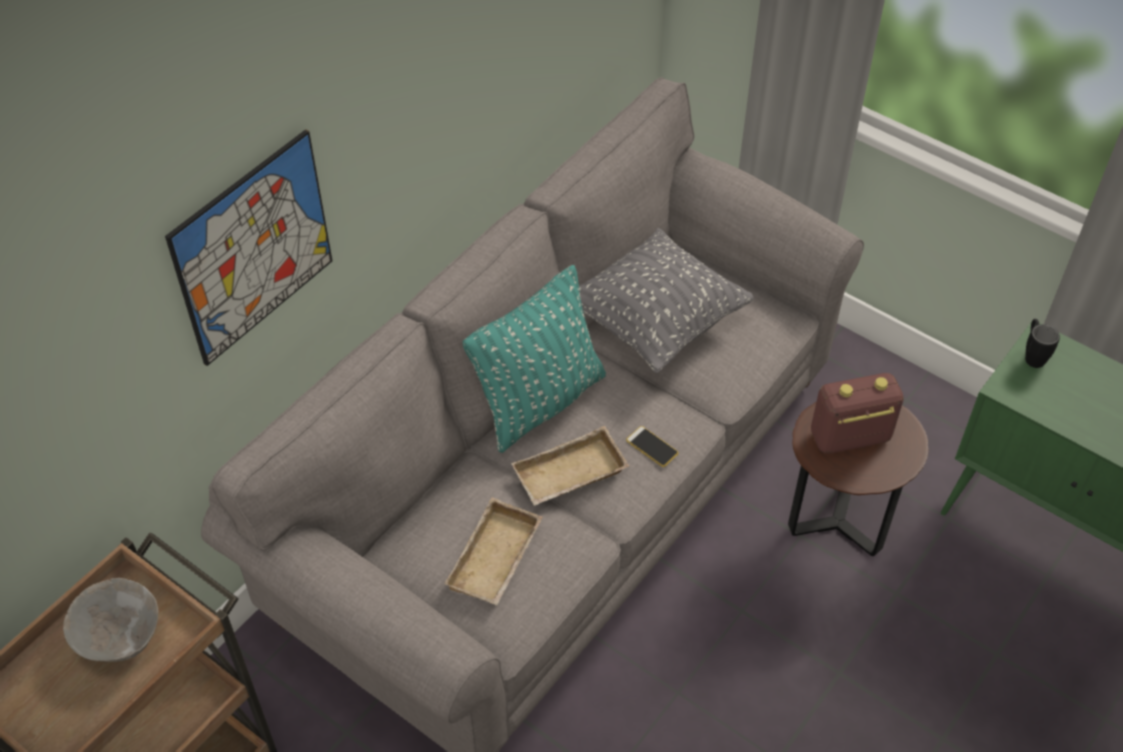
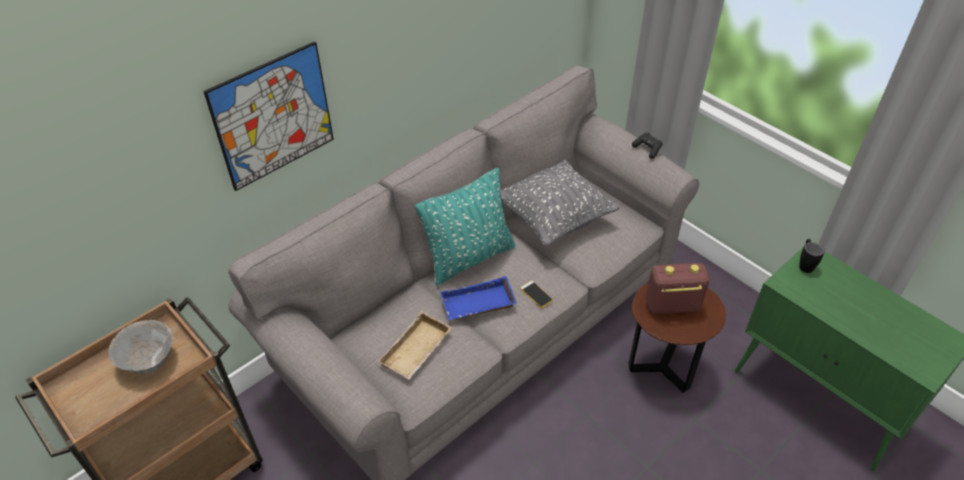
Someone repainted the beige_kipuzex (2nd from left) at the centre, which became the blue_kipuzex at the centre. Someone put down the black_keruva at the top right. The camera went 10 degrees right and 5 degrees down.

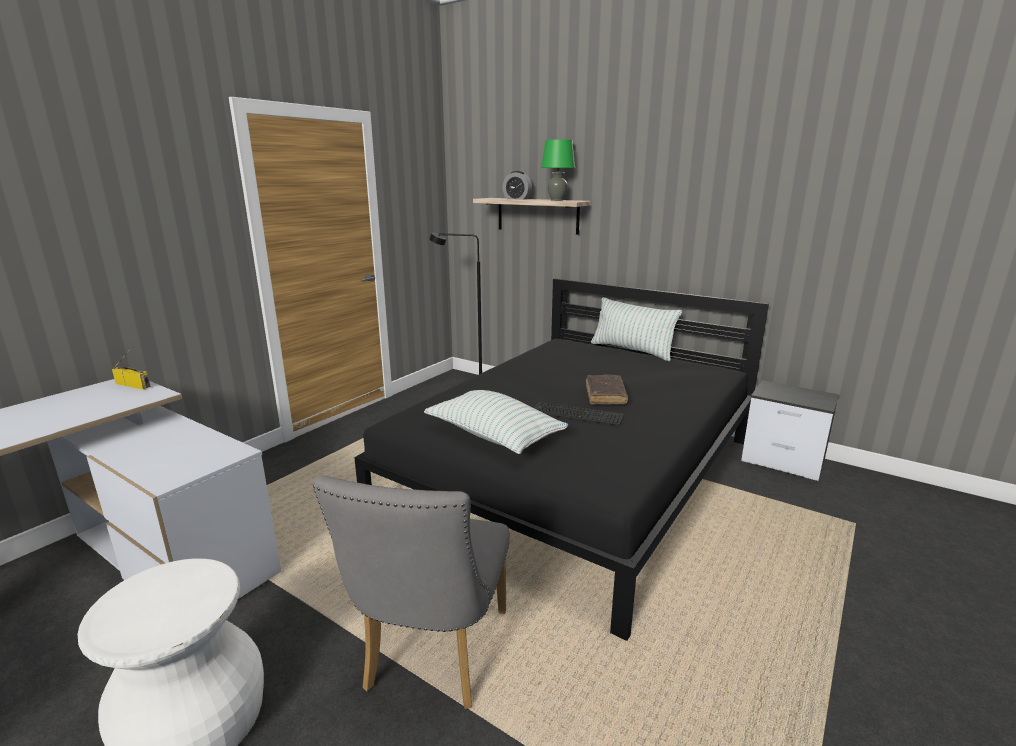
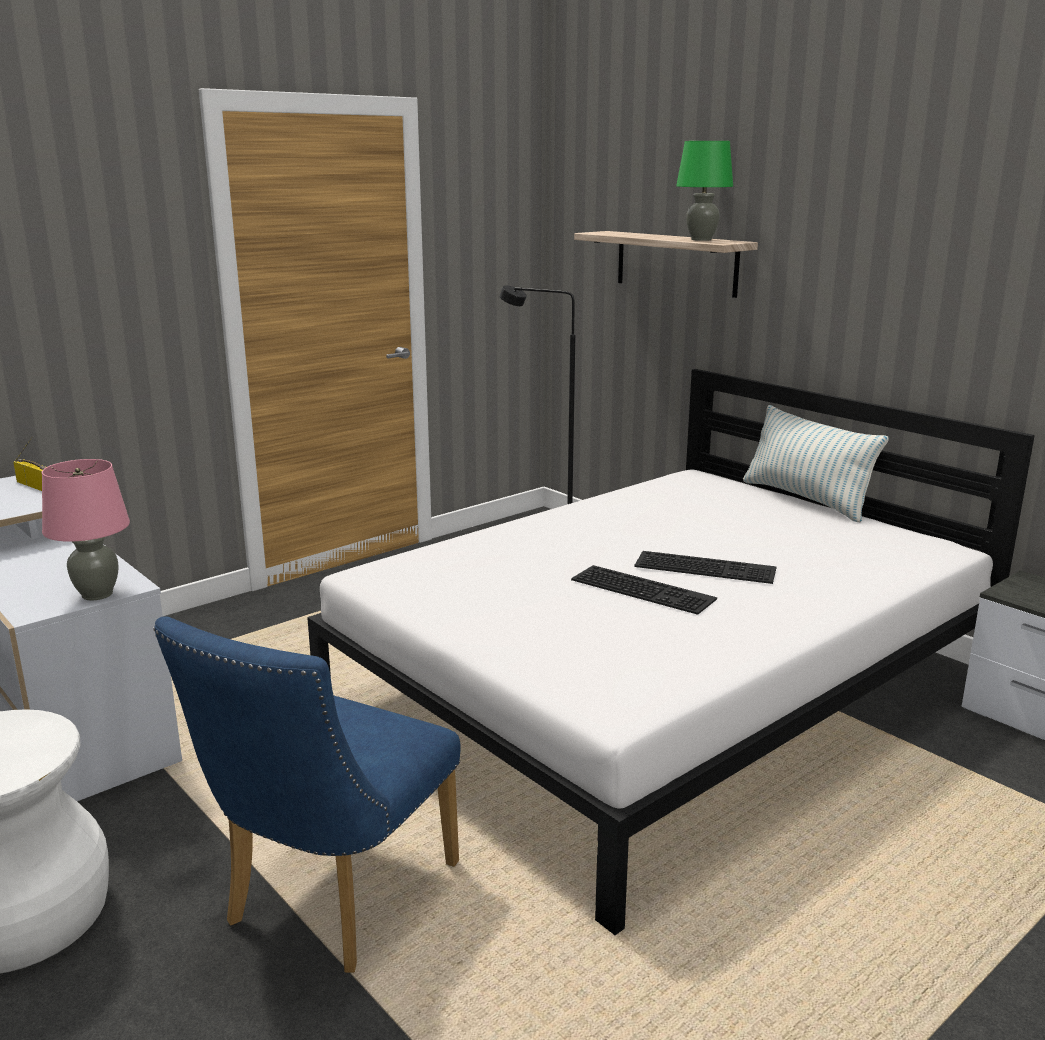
Someone put down the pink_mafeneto at the middle left. Someone repainted the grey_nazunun at the bottom centre, which became the blue_nazunun at the bottom left. Someone repainted the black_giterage at the centre, which became the white_giterage at the centre. Someone swapped the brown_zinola at the centre for the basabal (2nd from left) at the middle right. Someone took away the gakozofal (1st from left) at the centre. Someone took away the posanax at the top centre. The camera went 15 degrees right and 0 degrees up.

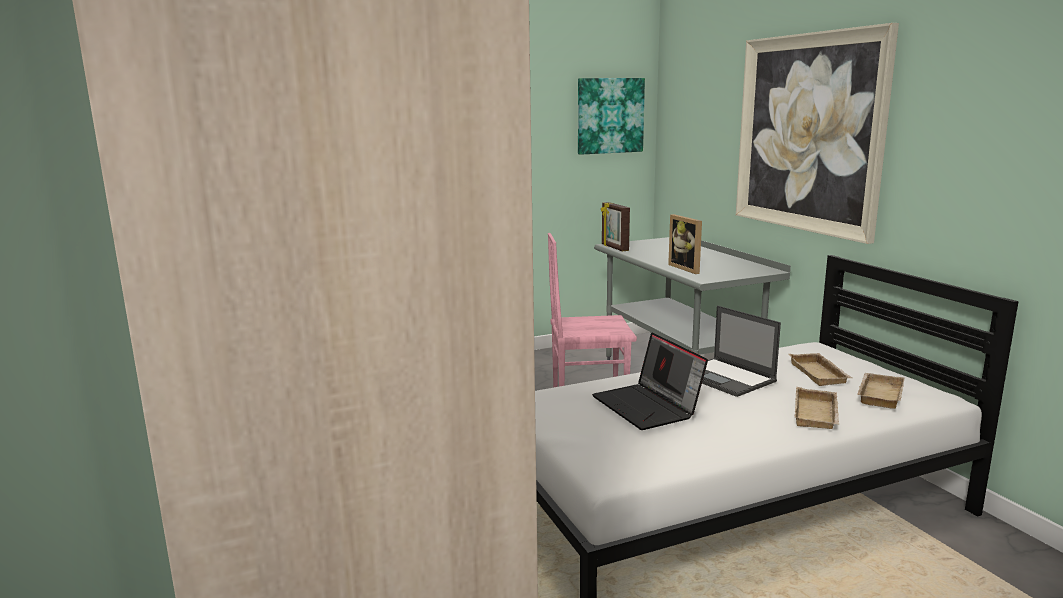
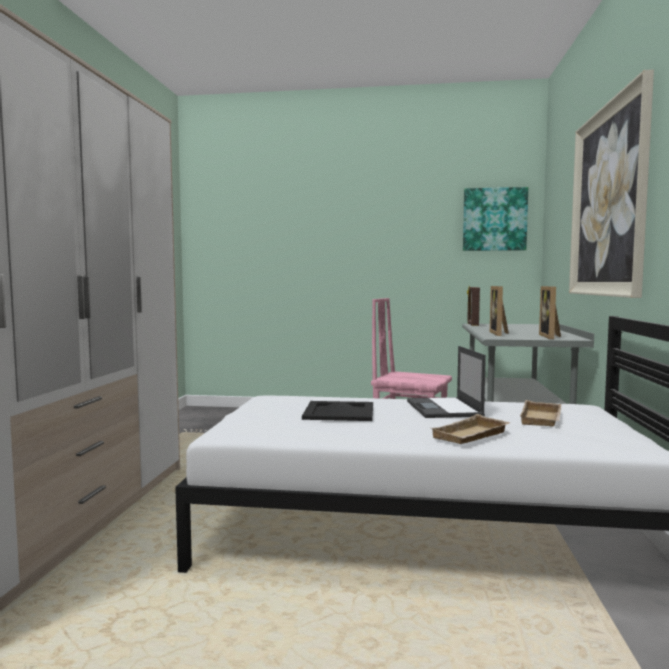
Someone swapped the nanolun (1st from left) at the centre for the black_kipuzex at the centre. Someone put down the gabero (3rd from left) at the middle right. Someone took away the beige_kipuzex (3rd from left) at the middle right. The camera went 30 degrees right and 10 degrees down.

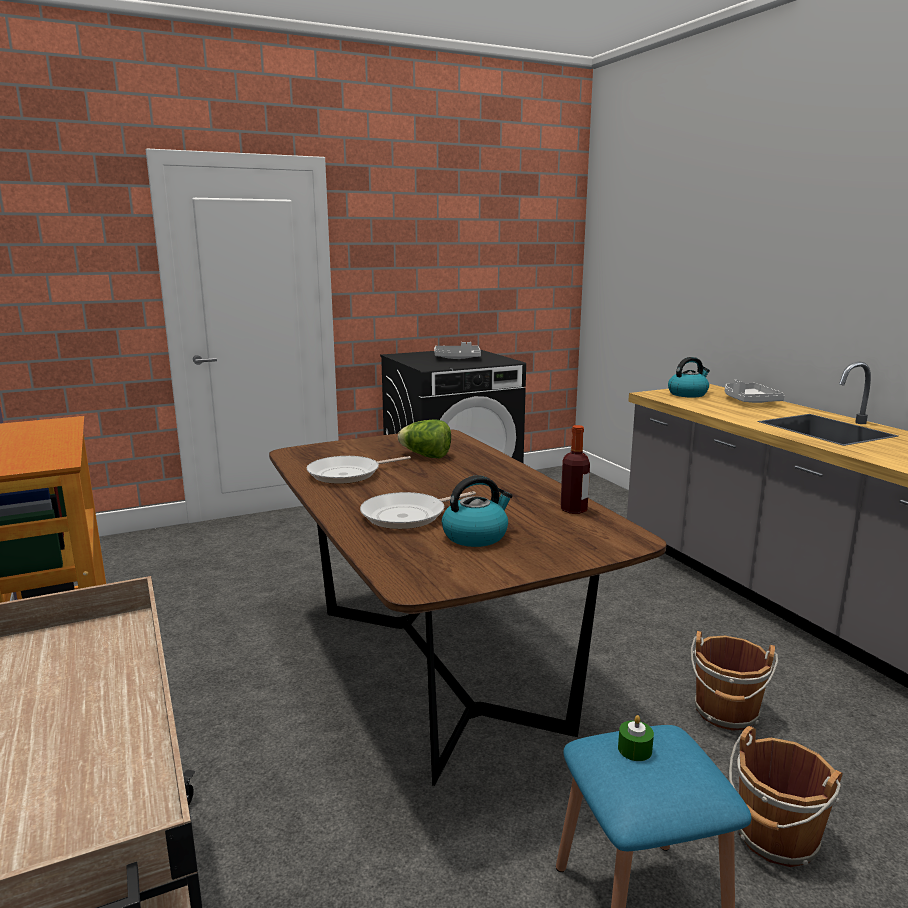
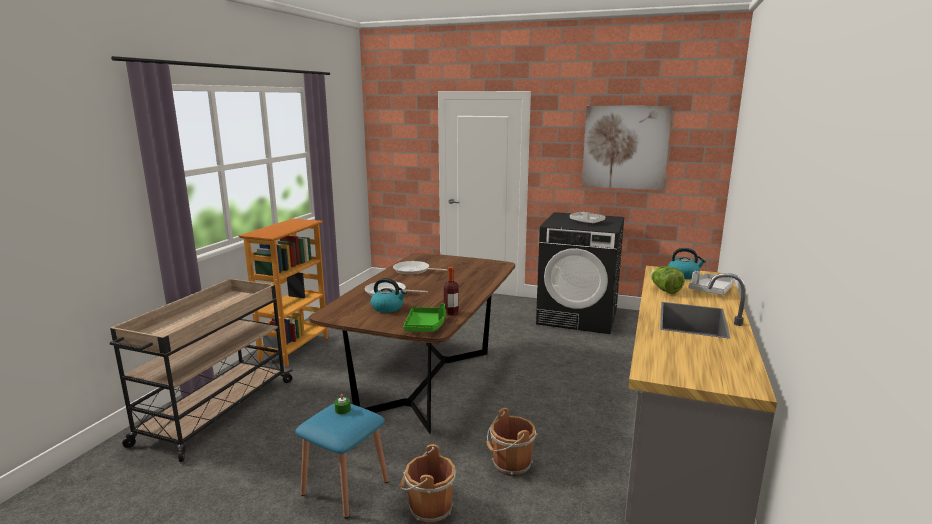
Someone put down the green_kipuzex at the centre. Someone put up the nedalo at the top right. Someone carried the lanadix from the centre to the middle right. The camera went 45 degrees right and 0 degrees up.

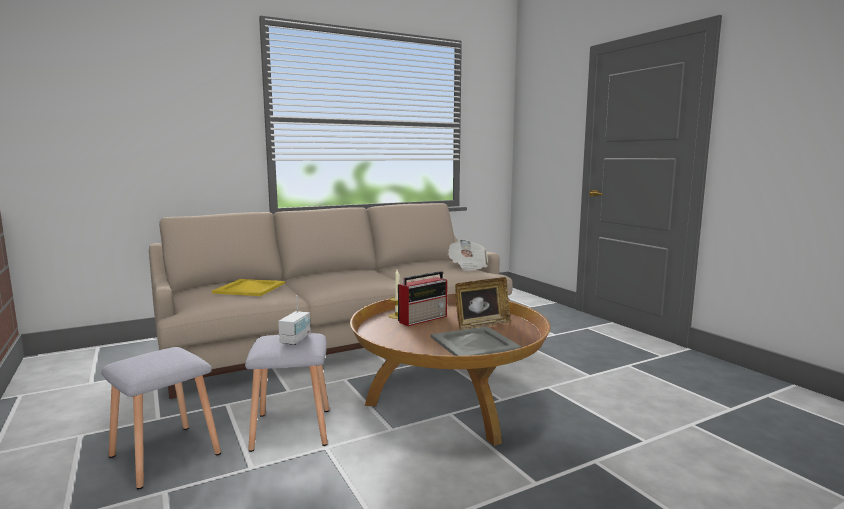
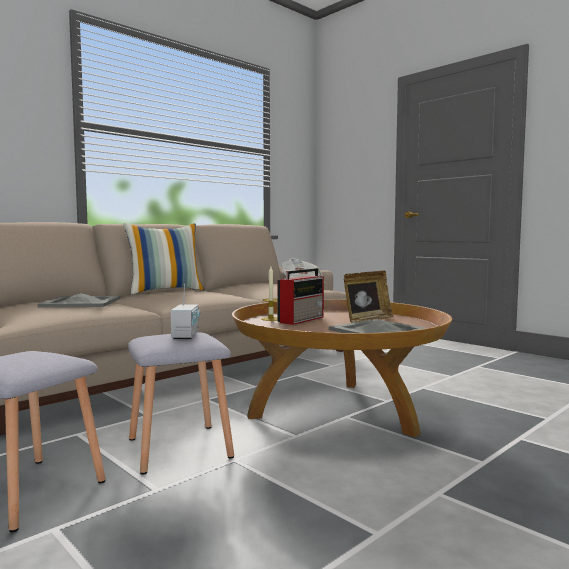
Someone repainted the yellow_kipuzex at the middle left, which became the grey_kipuzex (1st from left) at the middle left. Someone put down the gakozofal at the middle left. The camera went 15 degrees left and 5 degrees down.

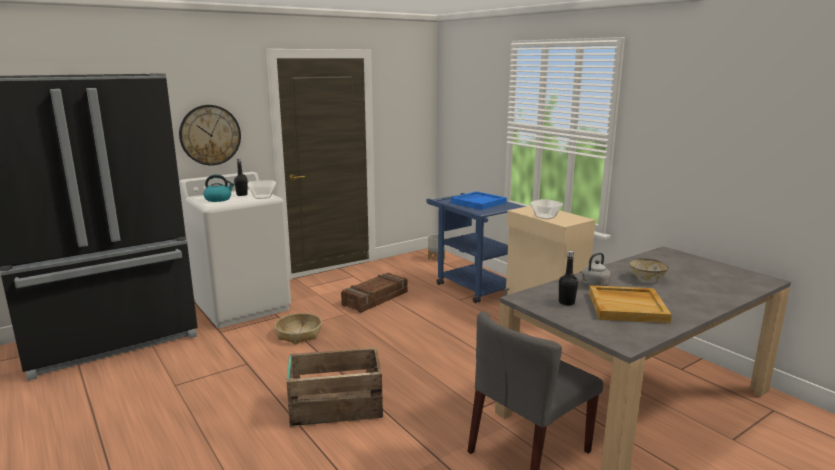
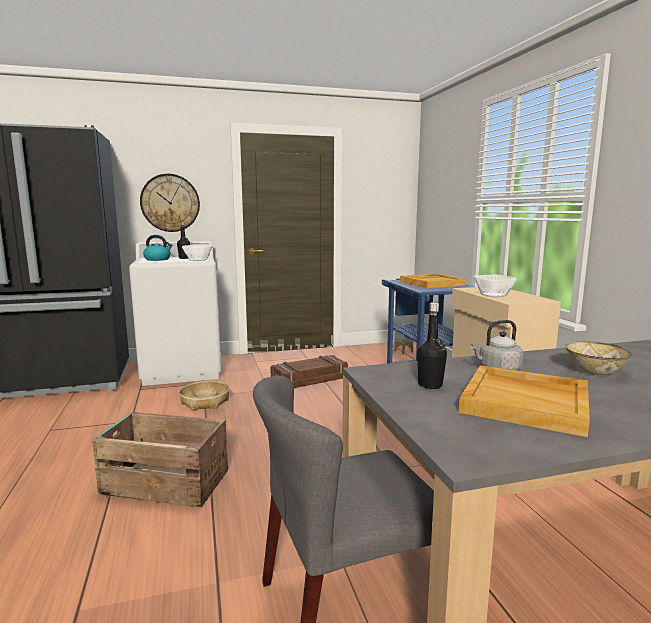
Someone repainted the blue_kipuzex at the centre, which became the beige_kipuzex (1st from left) at the centre. The camera went 20 degrees right and 5 degrees down.

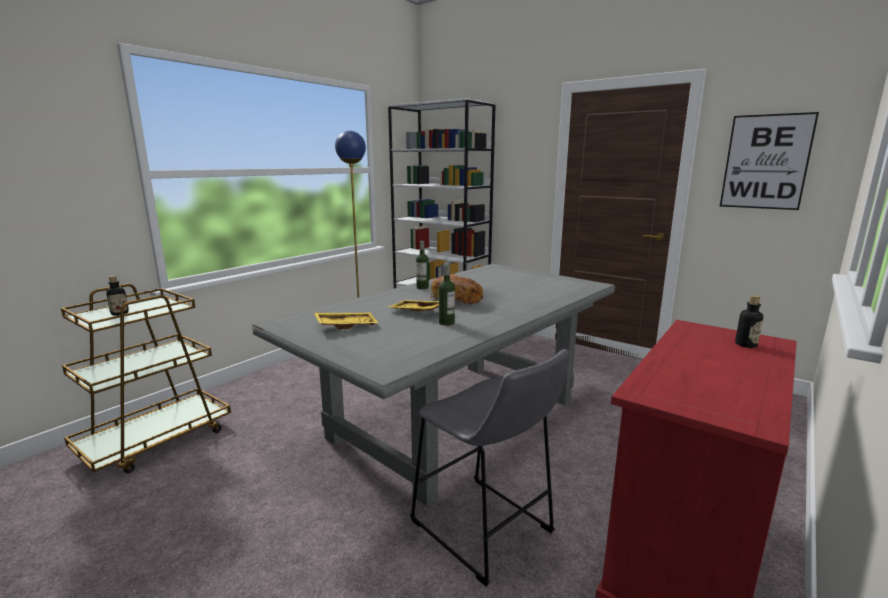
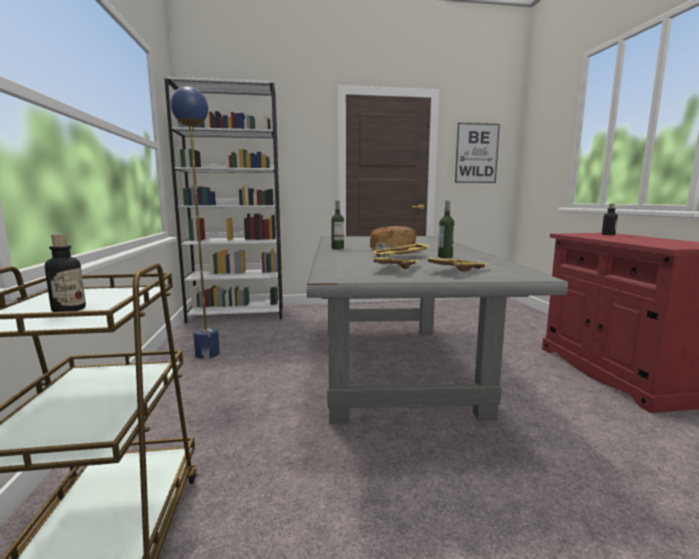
Someone put down the yellow_kipuzex (3rd from left) at the centre. Someone took away the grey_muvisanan at the bottom centre. The camera went 45 degrees left and 5 degrees down.

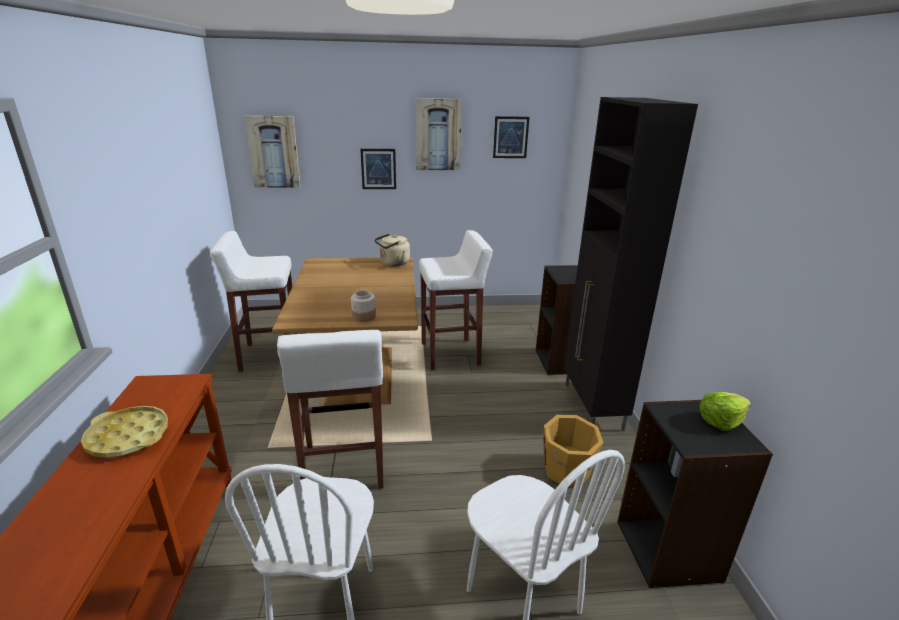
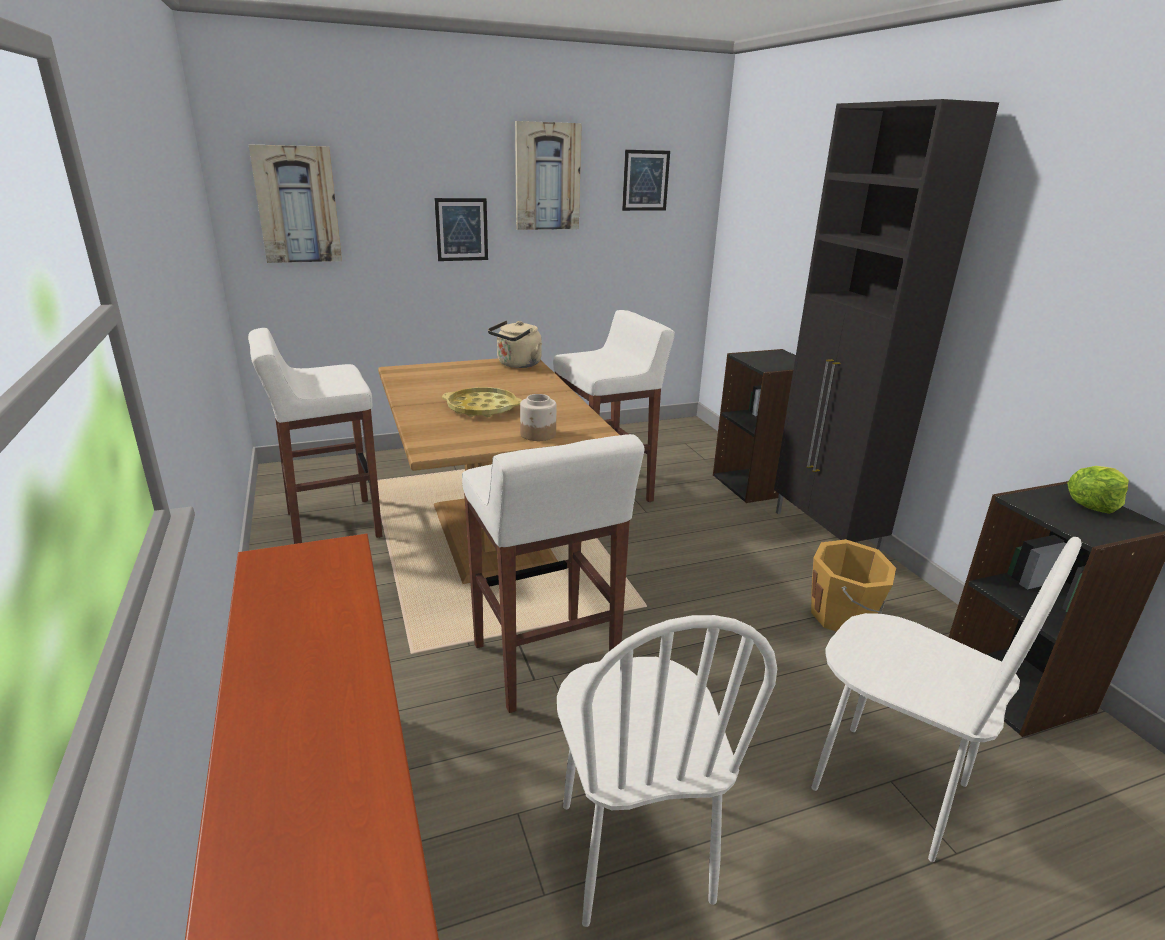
Someone carried the yellow_kipuzex from the bottom left to the centre. The camera went 15 degrees left and 0 degrees up.

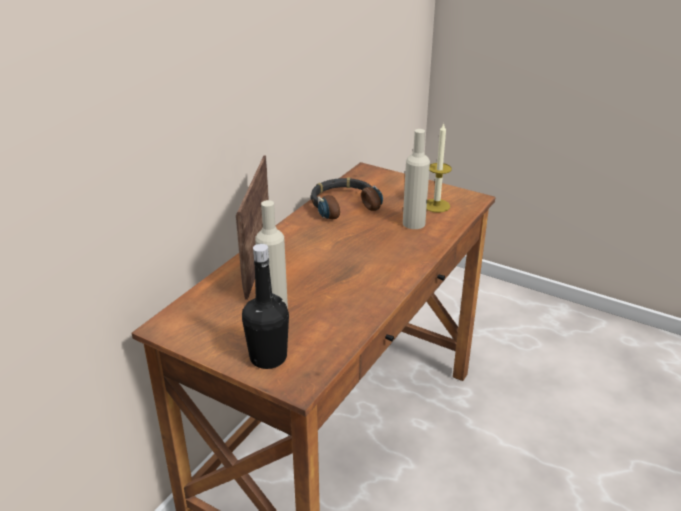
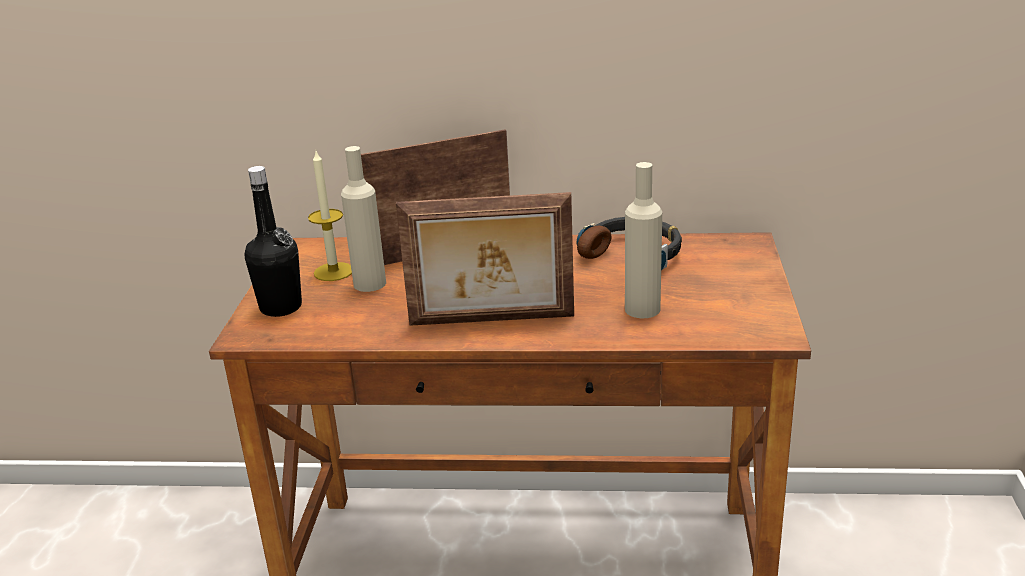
Someone carried the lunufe from the top centre to the middle left. Someone put down the gabero (2nd from left) at the centre. The camera went 65 degrees right and 5 degrees down.

